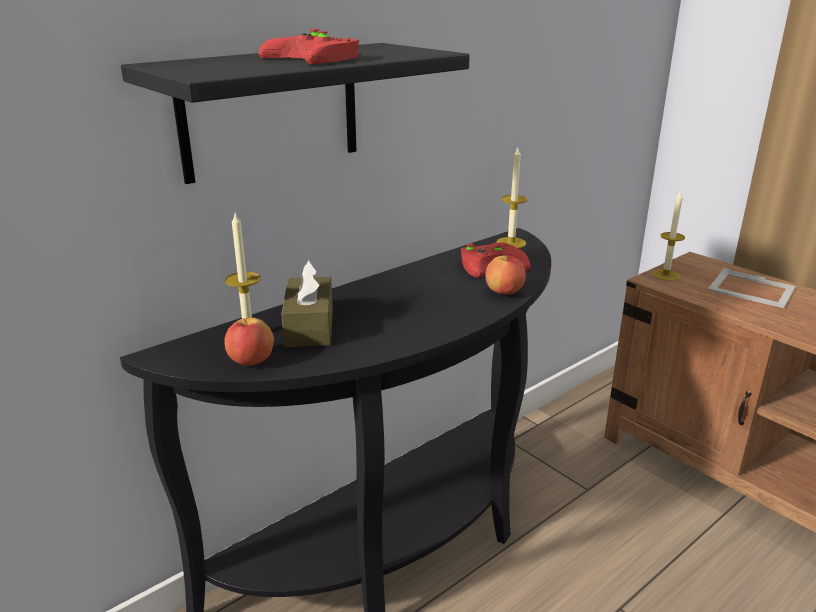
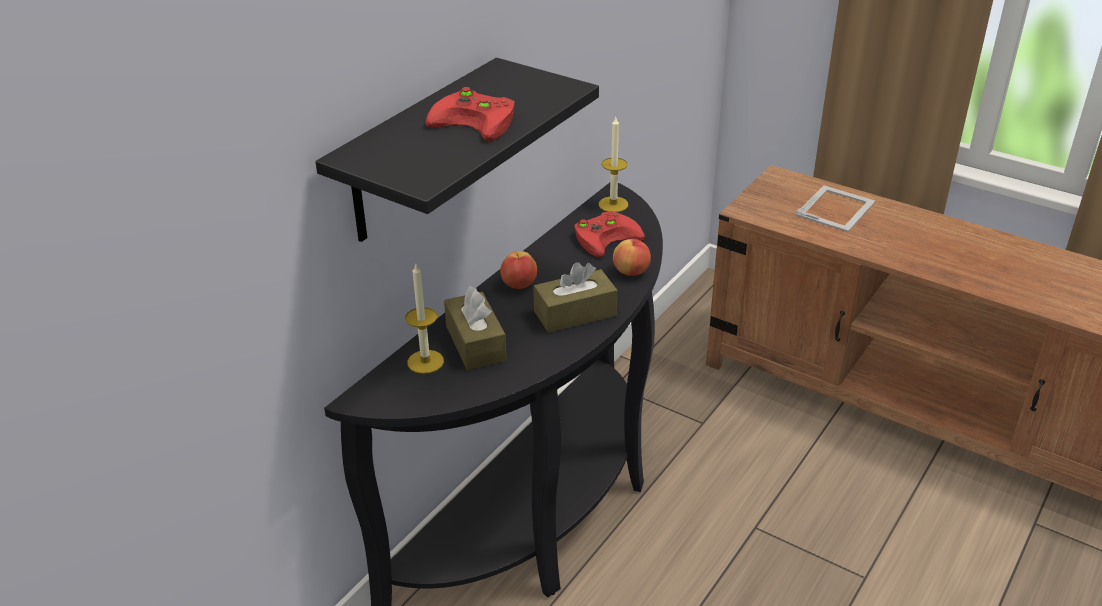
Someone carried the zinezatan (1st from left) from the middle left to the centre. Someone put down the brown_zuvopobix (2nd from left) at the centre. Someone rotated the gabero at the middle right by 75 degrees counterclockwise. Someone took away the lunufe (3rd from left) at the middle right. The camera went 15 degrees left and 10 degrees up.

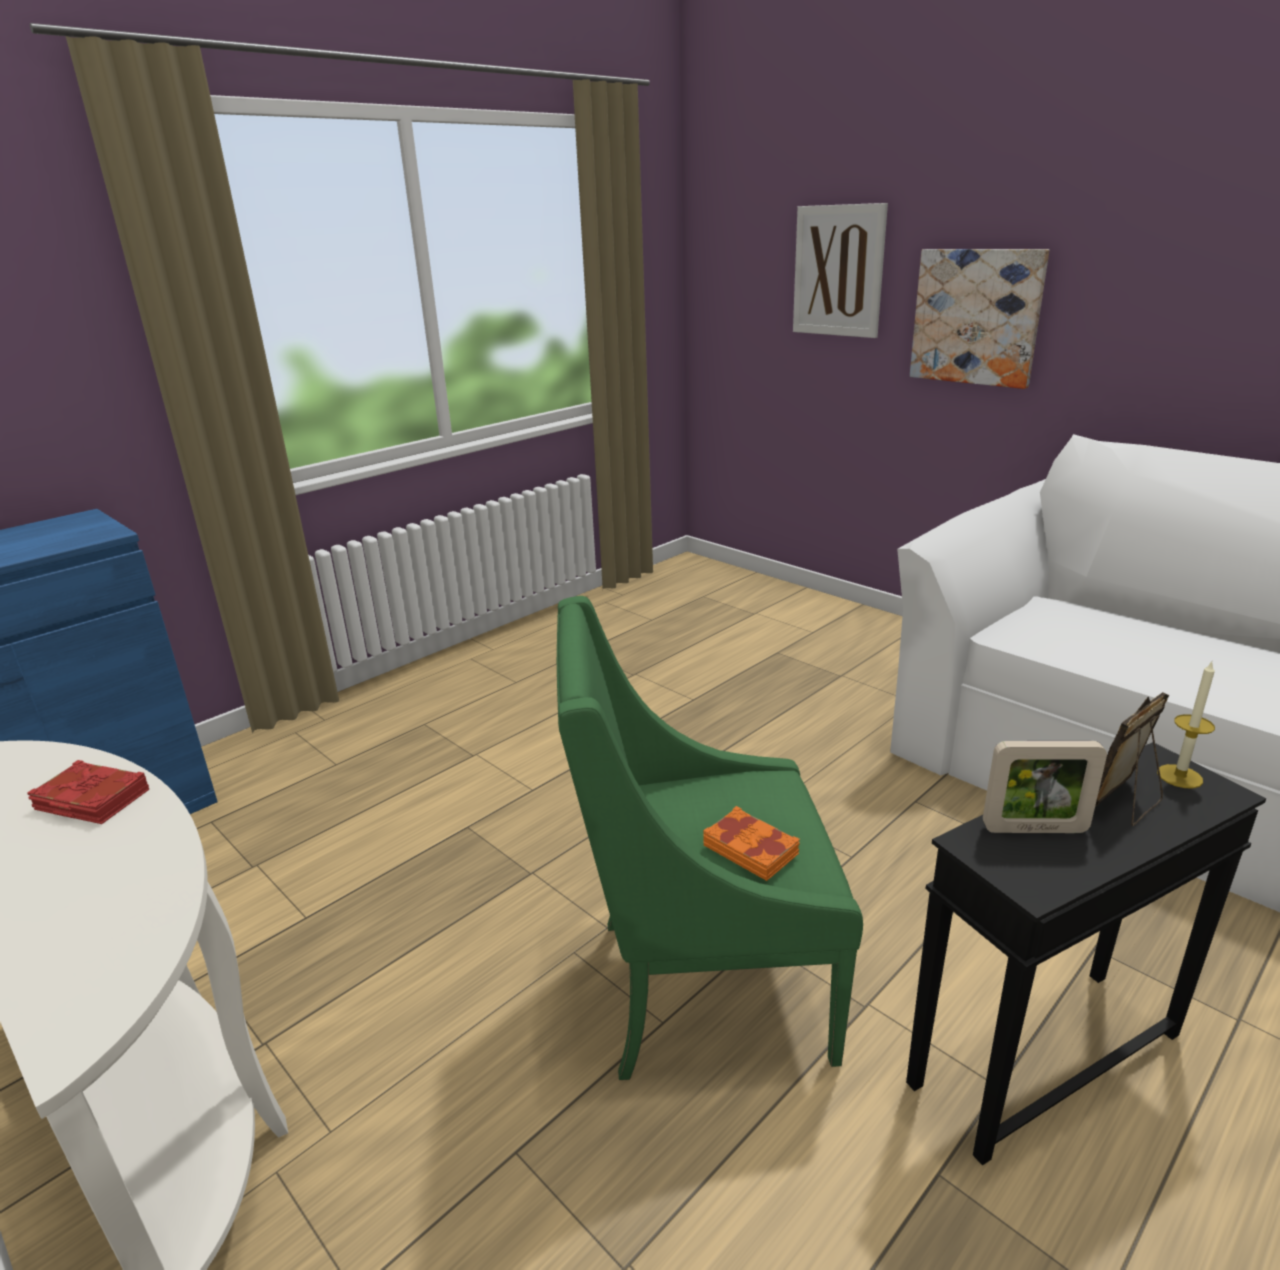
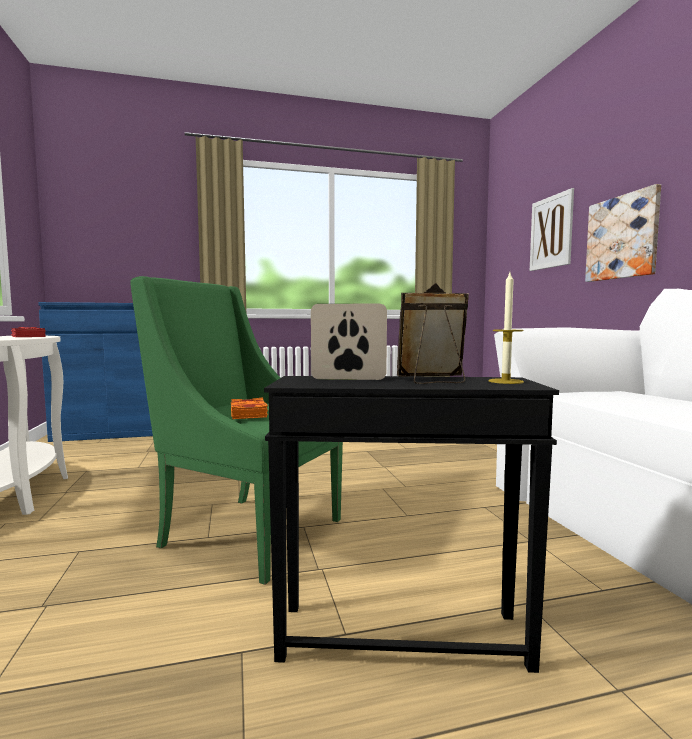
Someone rotated the gabero (1st from left) at the middle right by 150 degrees clockwise. The camera went 30 degrees right and 20 degrees down.

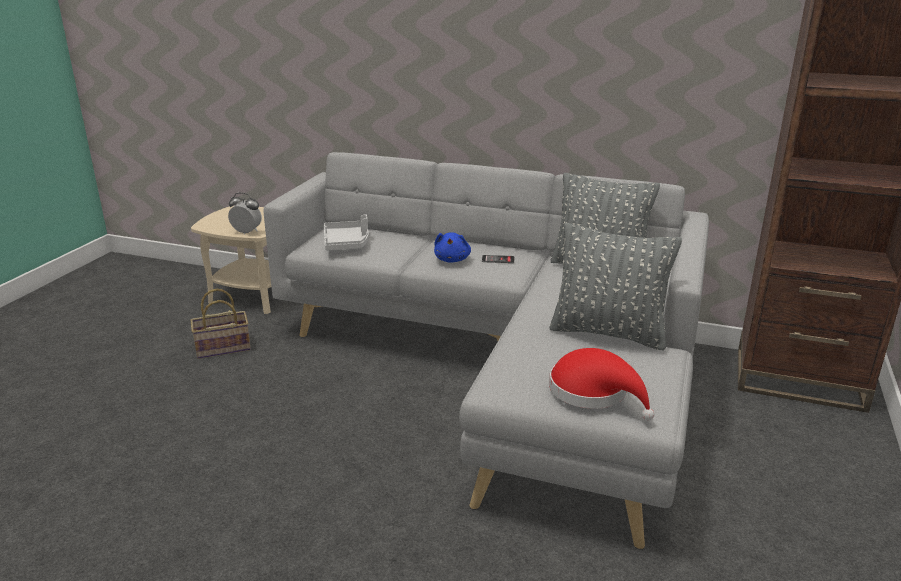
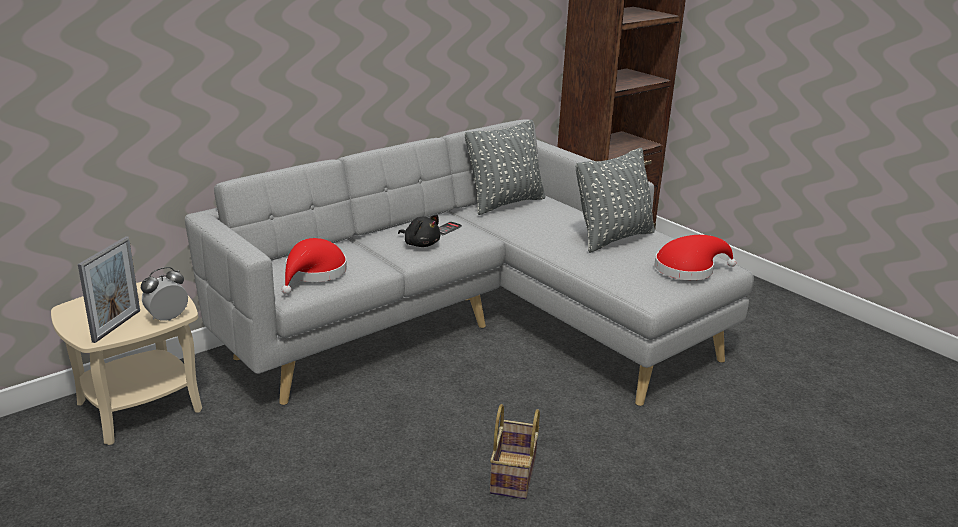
Someone put down the gabero at the middle left. Someone swapped the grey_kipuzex at the centre for the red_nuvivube (1st from left) at the middle left. Someone repainted the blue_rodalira at the centre, which became the black_rodalira at the centre. Someone carried the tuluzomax from the middle left to the bottom centre. The camera went 60 degrees left and 0 degrees up.

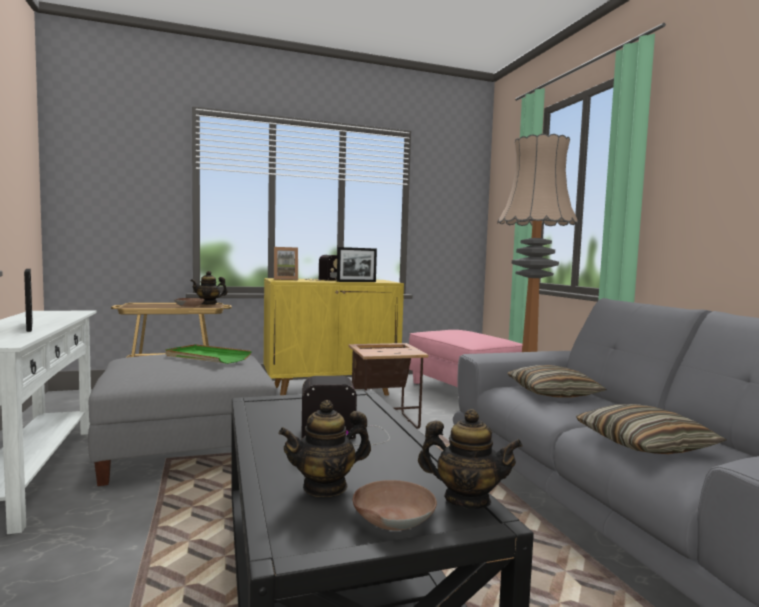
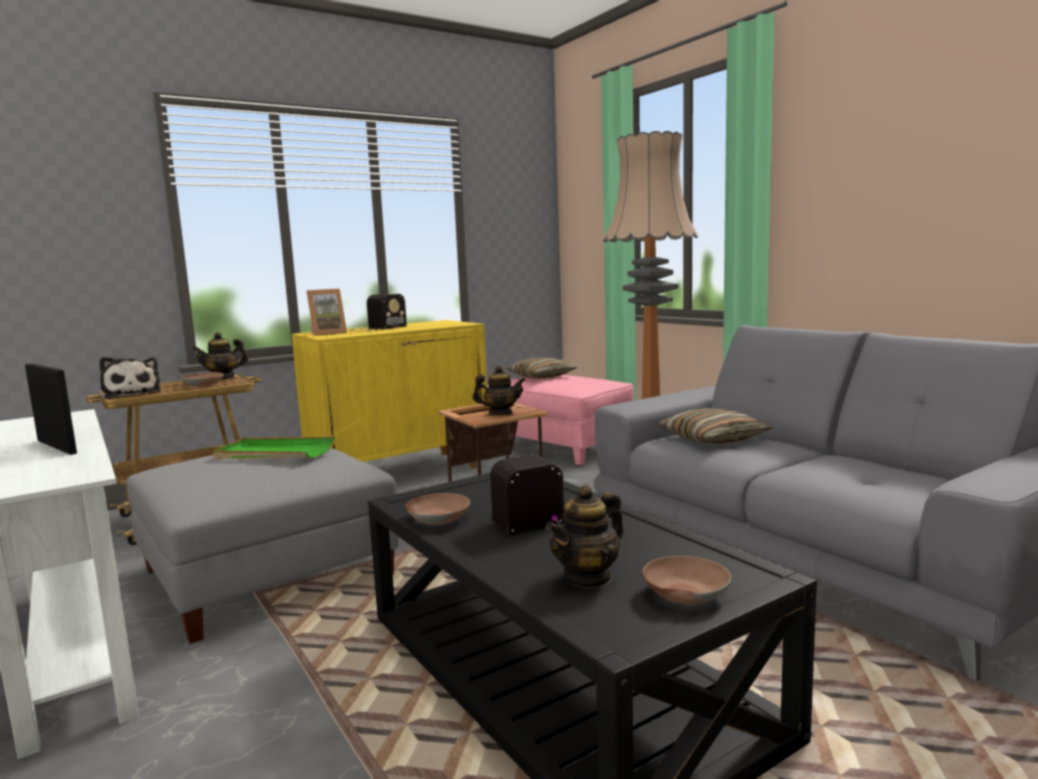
Someone put down the rodalira at the middle left. Someone put down the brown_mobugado (2nd from left) at the centre. Someone carried the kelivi (3rd from left in the first image) from the bottom centre to the centre. Someone carried the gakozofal (2nd from left in the first image) from the bottom right to the centre. Someone took away the gabero (3rd from left) at the centre. The camera went 15 degrees left and 5 degrees up.

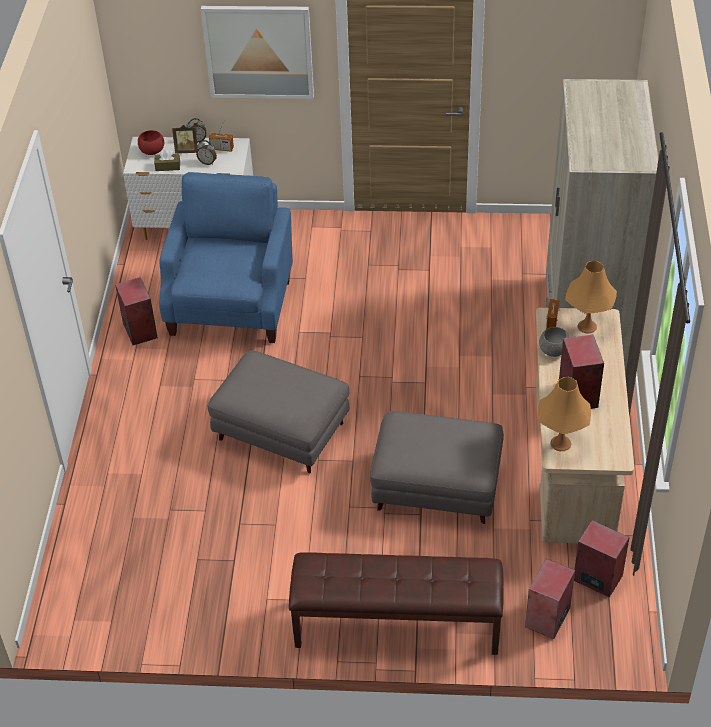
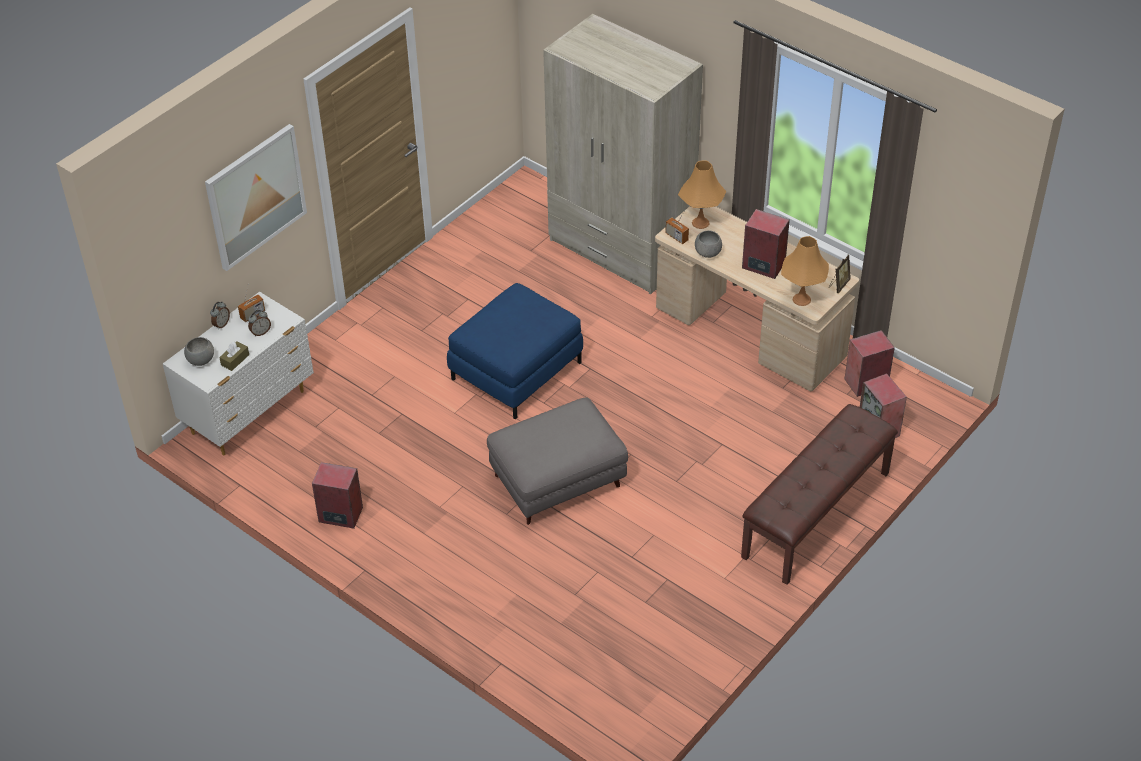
Someone repainted the red_mobugado at the top left, which became the grey_mobugado (1st from left) at the middle left. Someone put down the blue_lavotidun at the centre. Someone carried the gabero from the top left to the middle right. Someone took away the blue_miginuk at the middle left. Someone took away the grey_lavotidun (2nd from left) at the centre. The camera went 55 degrees left and 0 degrees up.

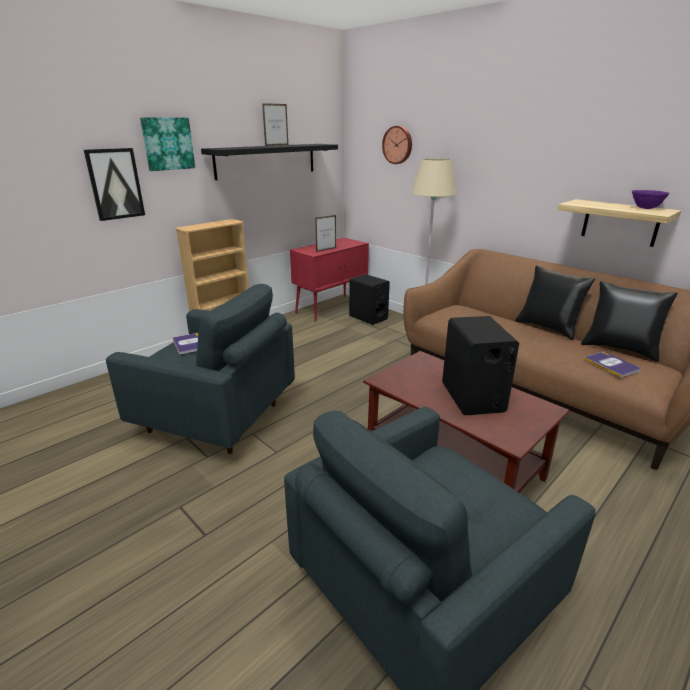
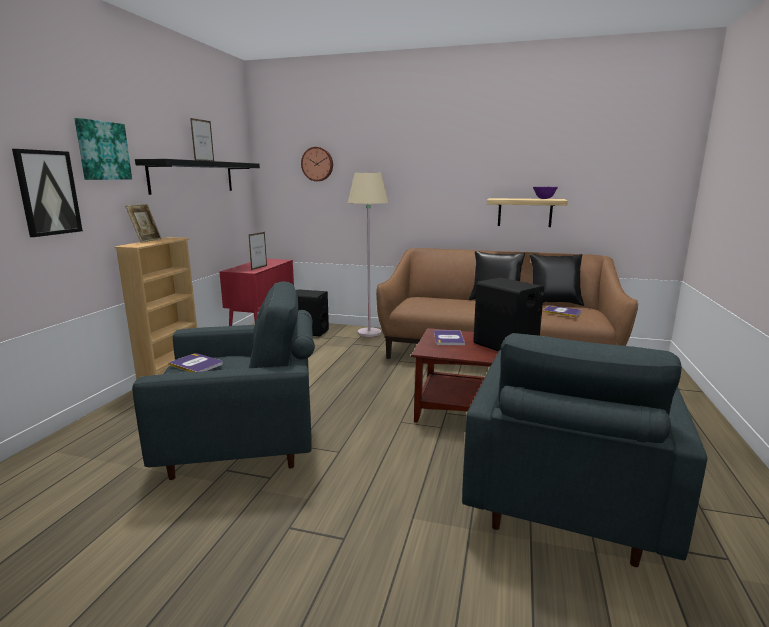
Someone put down the gabero (1st from left) at the middle left. Someone put down the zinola (2nd from left) at the centre. The camera went 30 degrees left and 10 degrees down.

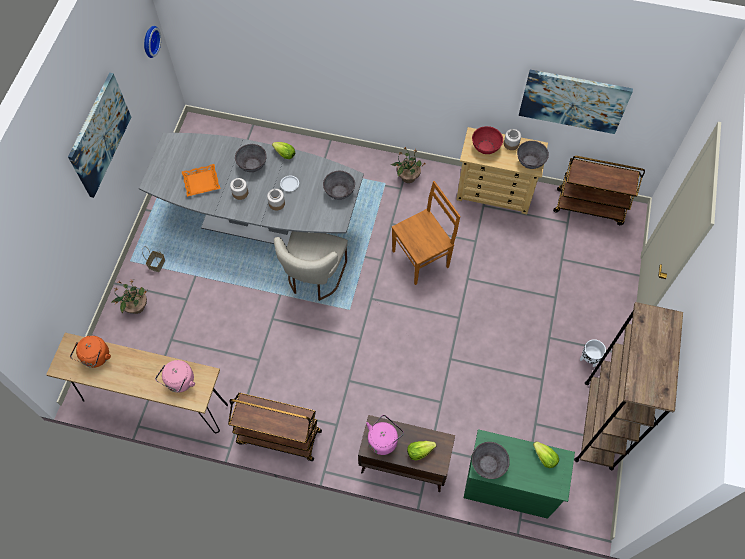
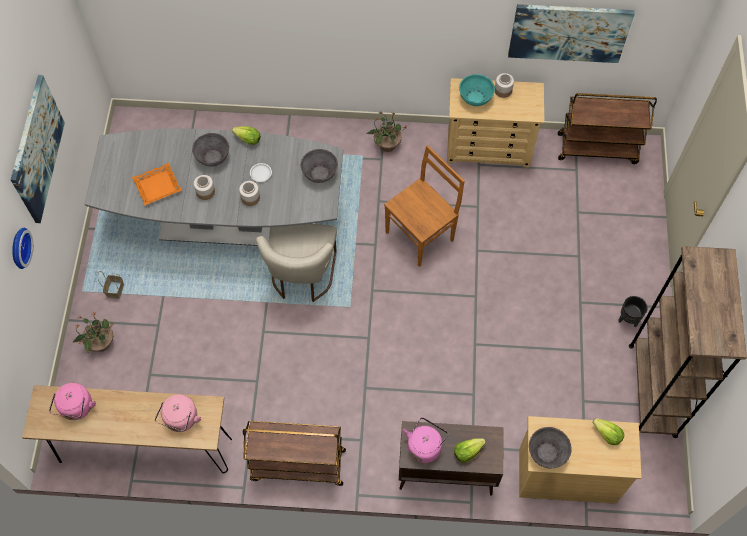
Someone carried the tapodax from the top left to the middle left. Someone repainted the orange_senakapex at the middle left, which became the pink_senakapex (1st from left) at the bottom left. Someone repainted the red_mobugado at the top centre, which became the turquoise_mobugado at the top centre. Someone repainted the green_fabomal at the bottom right, which became the beige_fabomal (2nd from left) at the bottom right. Someone repainted the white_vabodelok at the middle right, which became the black_vabodelok at the middle right. Someone took away the grey_mobugado (4th from left) at the top right. The camera went 10 degrees left and 0 degrees up.

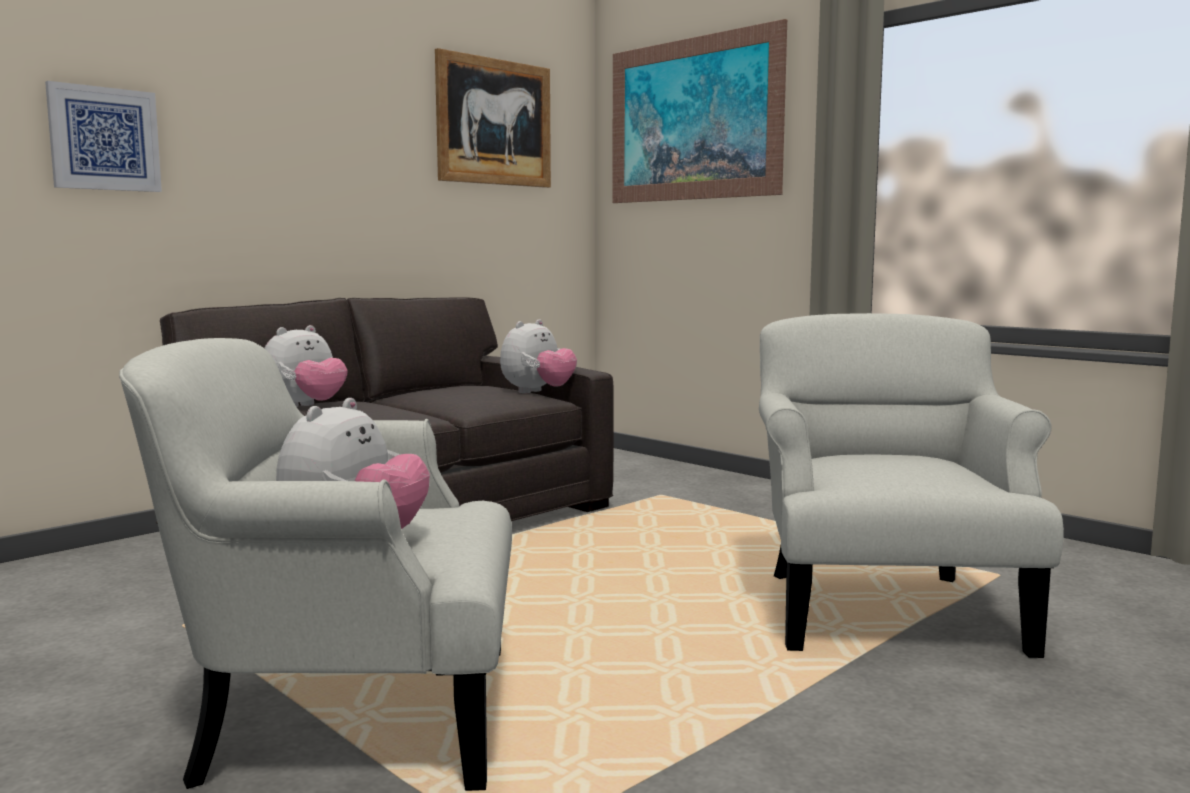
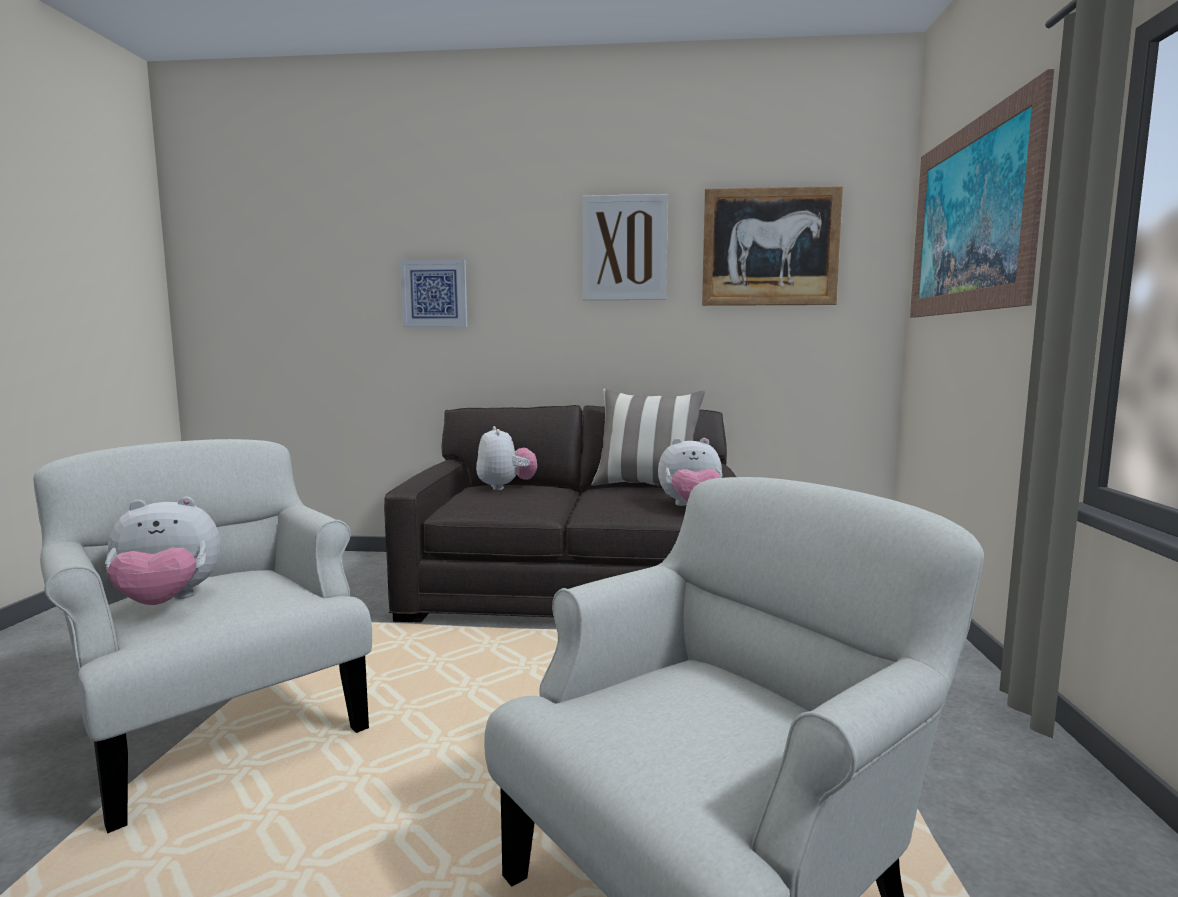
Someone rotated the rodalira (1st from left in the first image) at the middle left by 105 degrees counterclockwise. Someone put up the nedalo (2nd from left) at the top centre. Someone put down the gakozofal at the centre. The camera went 50 degrees right and 0 degrees up.

